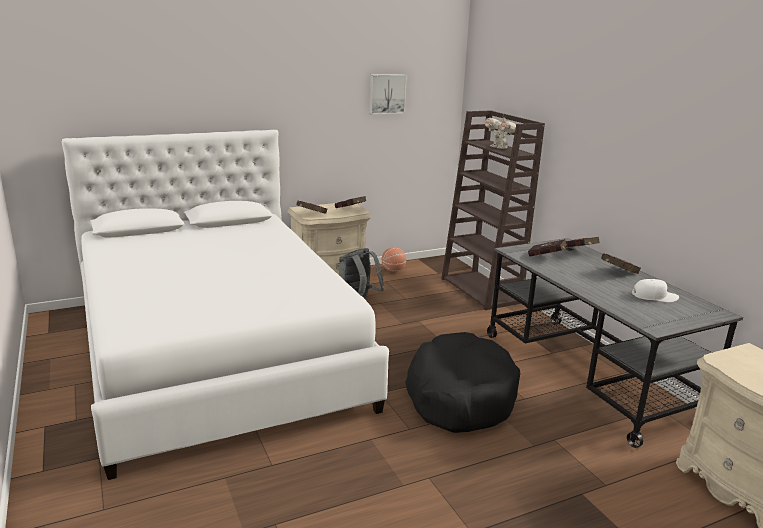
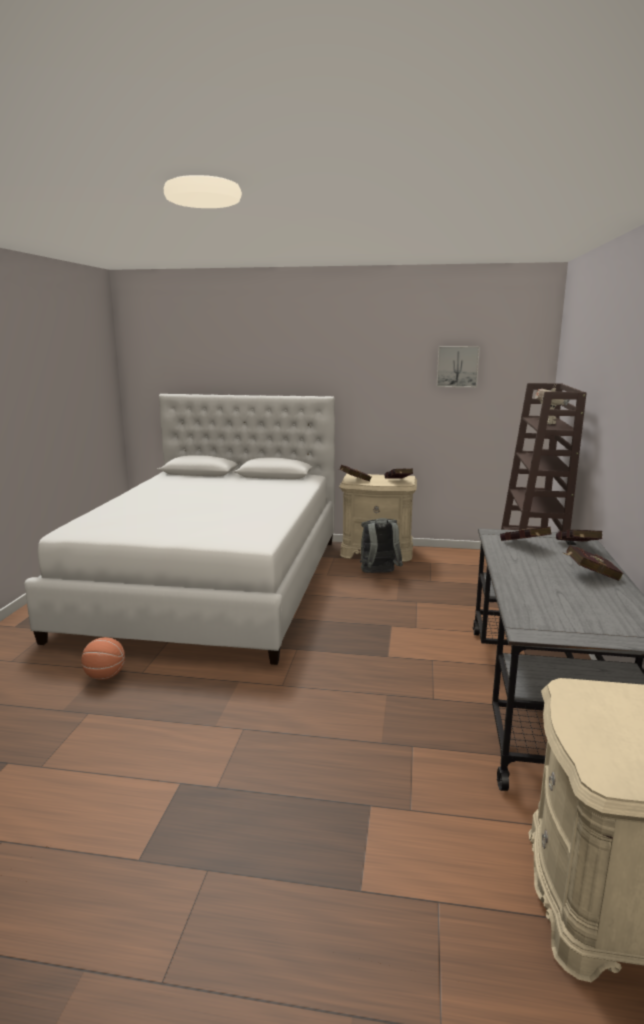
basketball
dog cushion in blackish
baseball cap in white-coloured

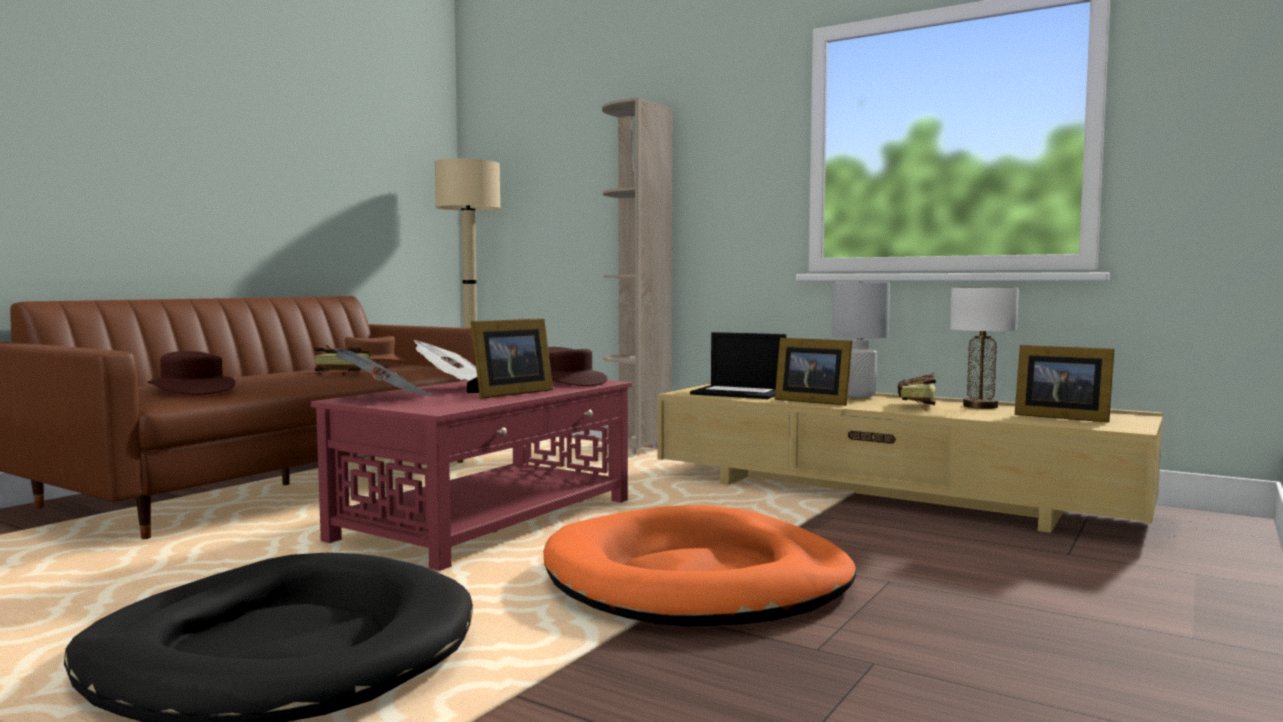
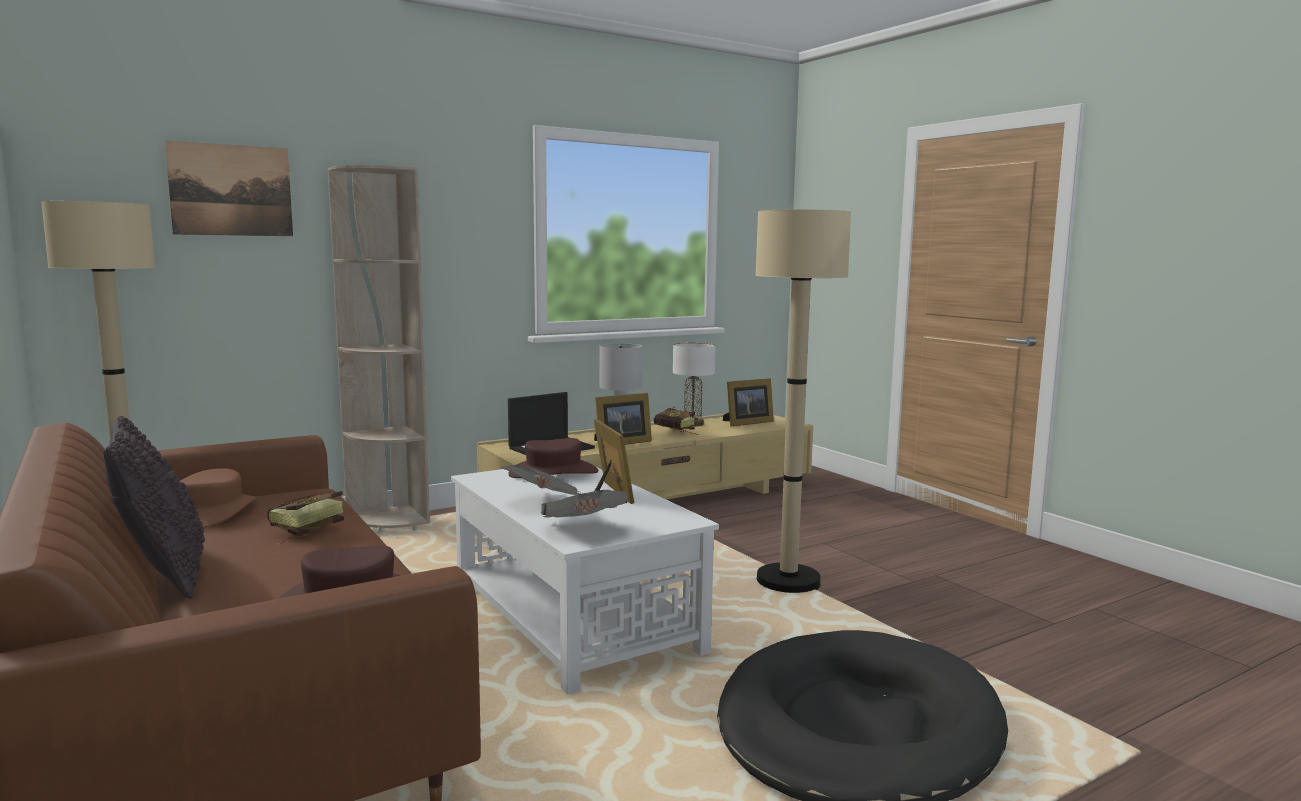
low table in white-coloured
floor lamp in beige-coloured (no. 2 from left)
pillow in blackish
wall art

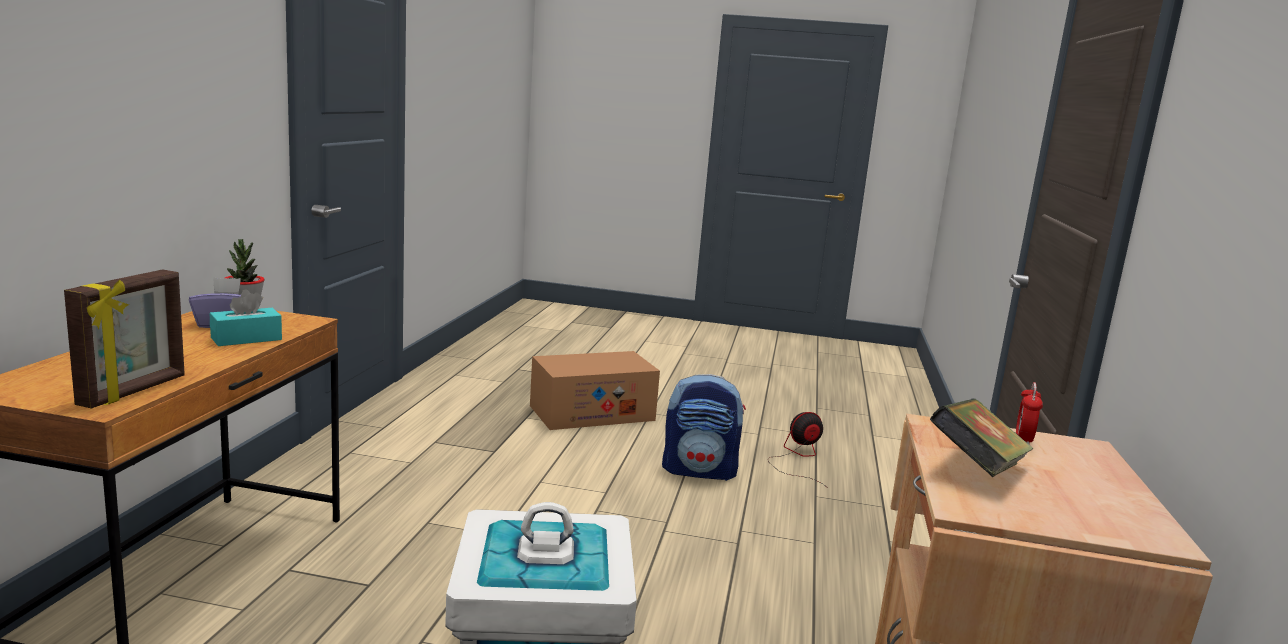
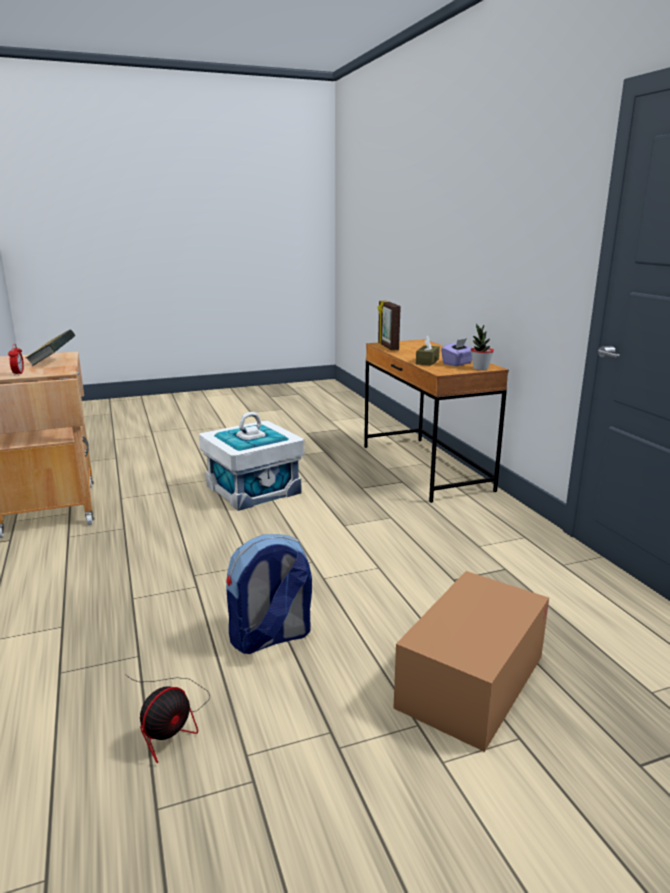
tissue holder in brownish

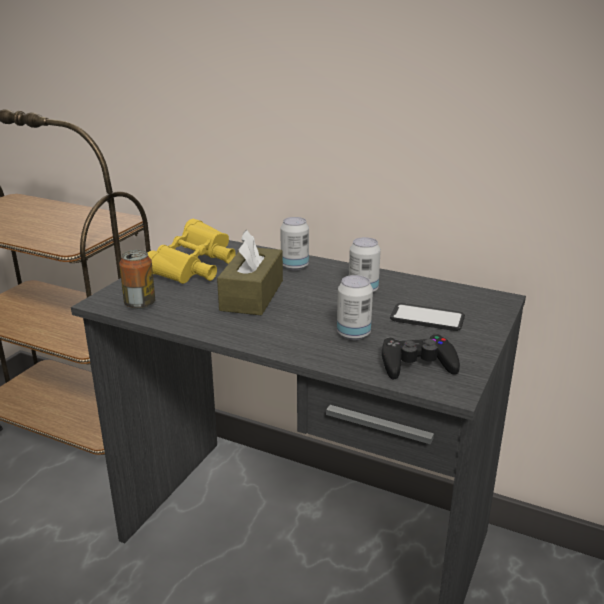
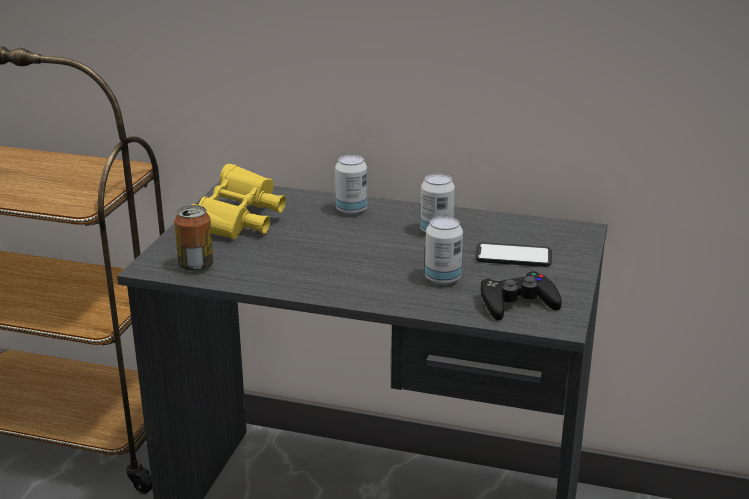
tissue holder in brownish

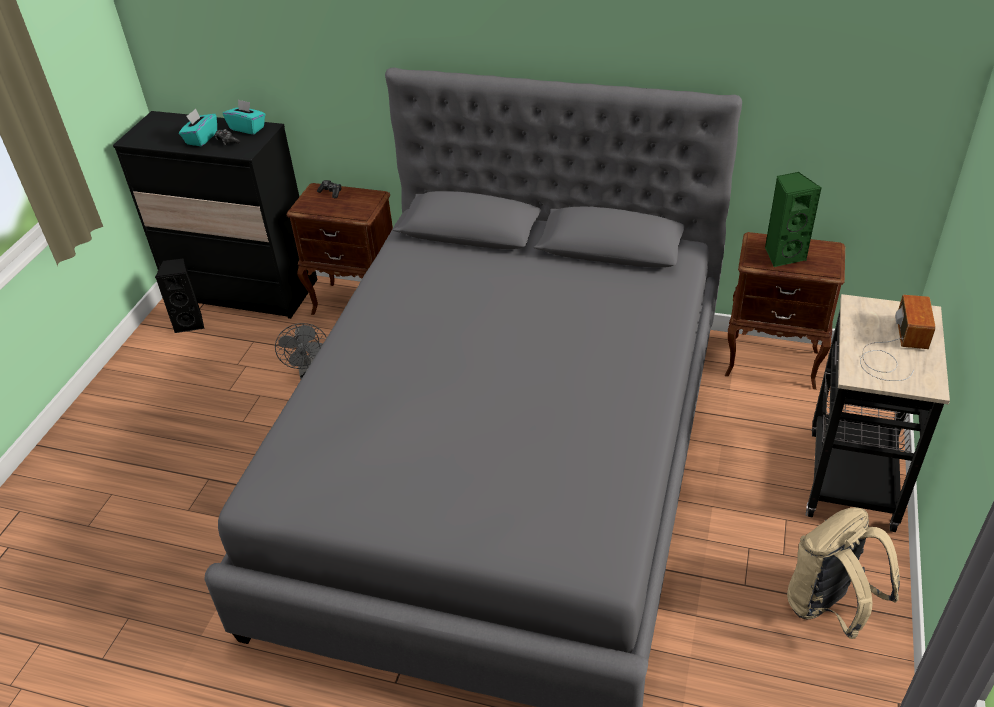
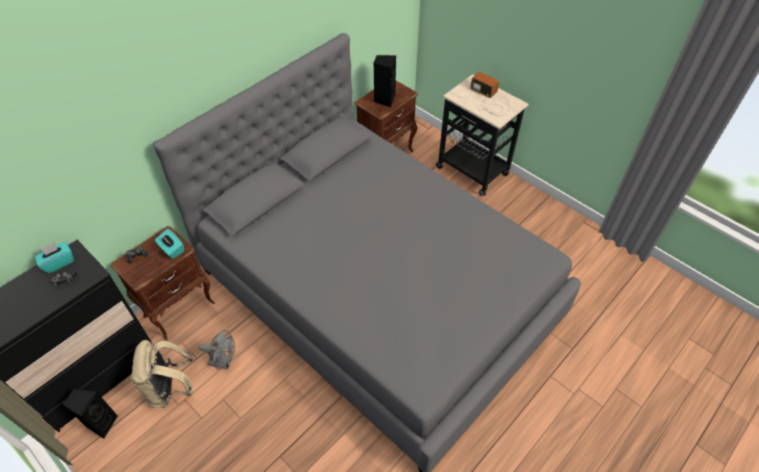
tissue holder in turquoise (no. 2 from left)
speaker in blackish (no. 2 from left)
backpack in beige-coloured

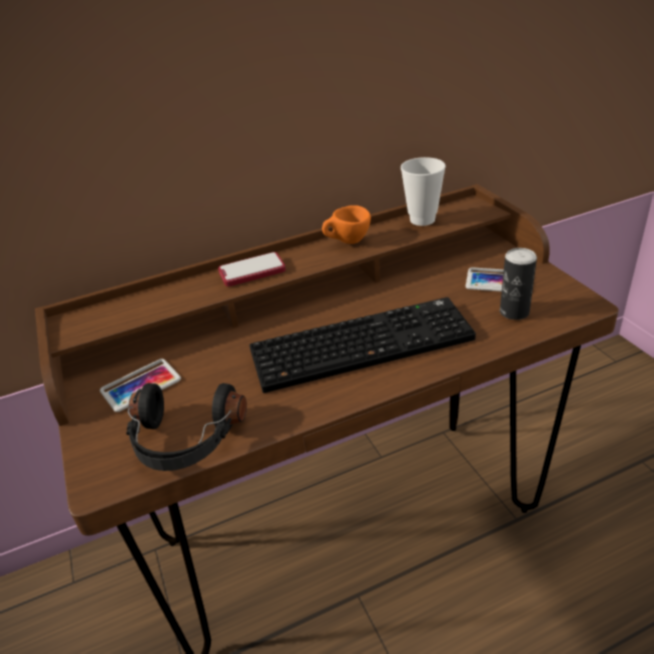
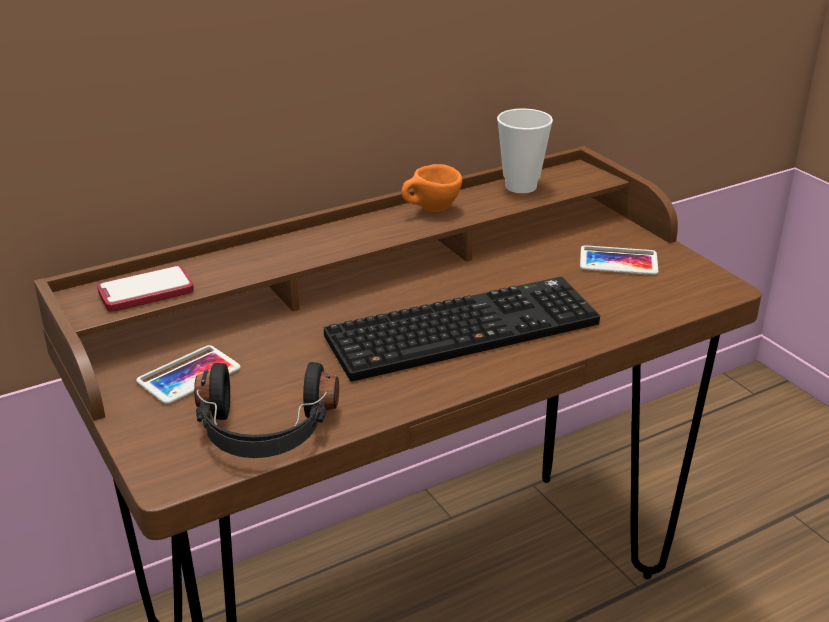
phone (no. 1 from left)
can

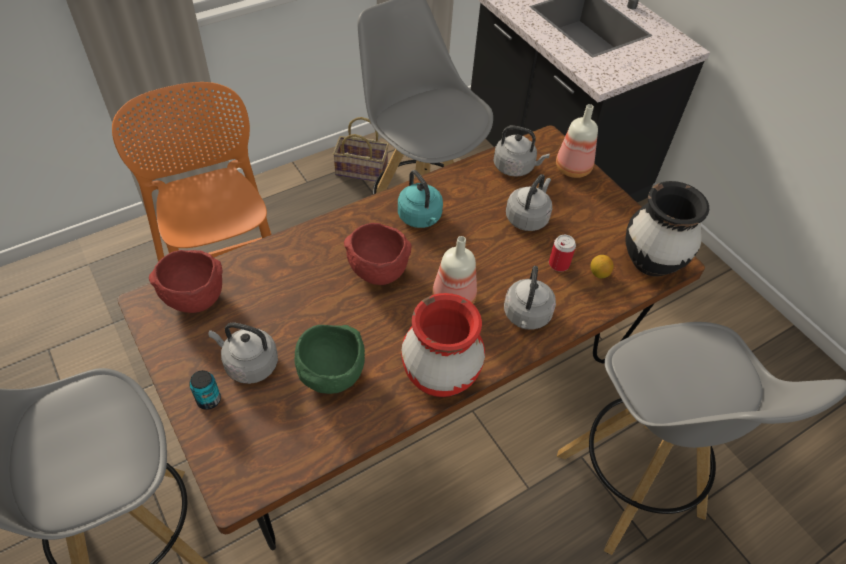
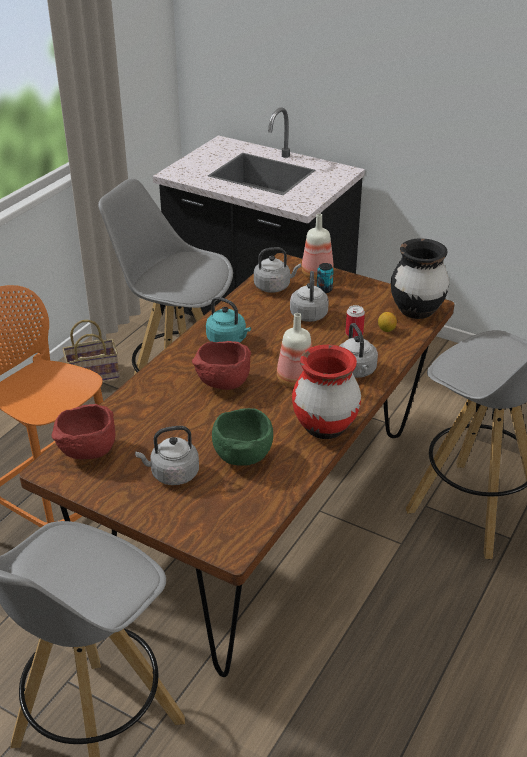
can (no. 1 from left)

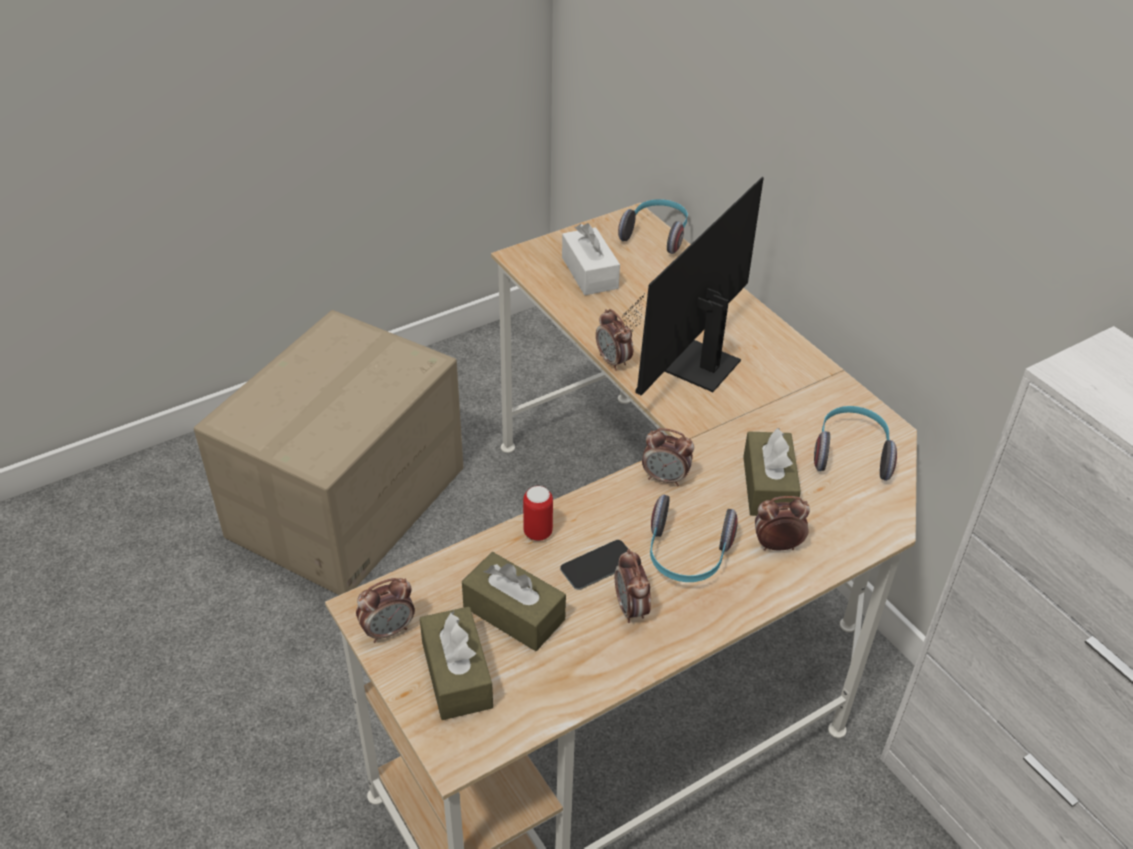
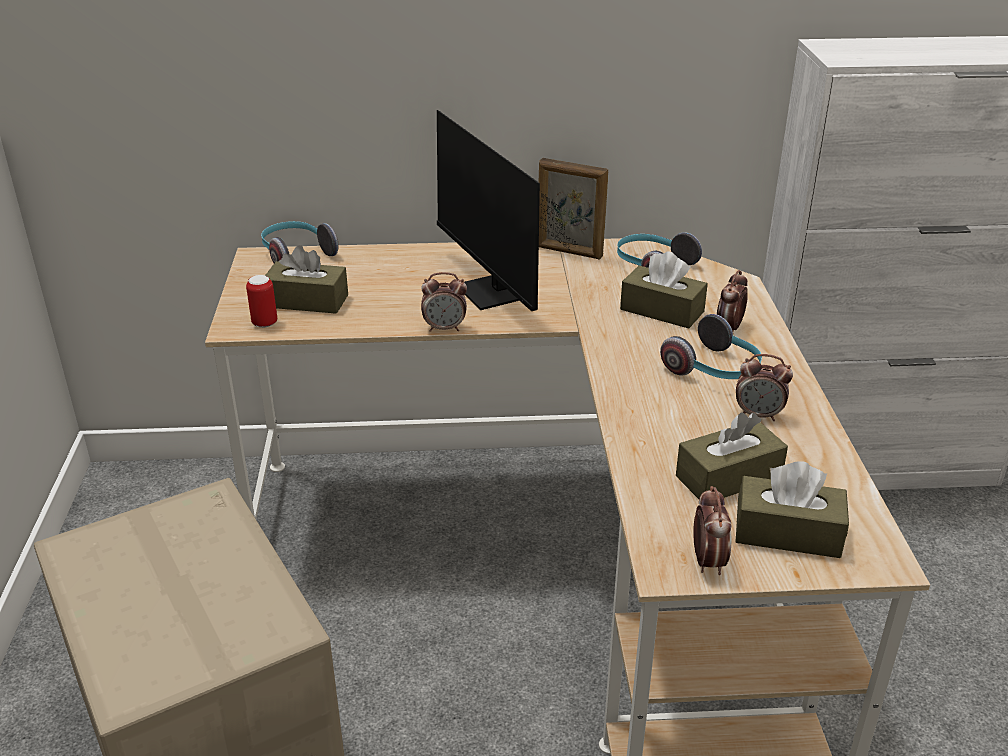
can
phone
tissue holder in brownish (no. 1 from left)
table clock (no. 4 from left in the first image)
standing frame

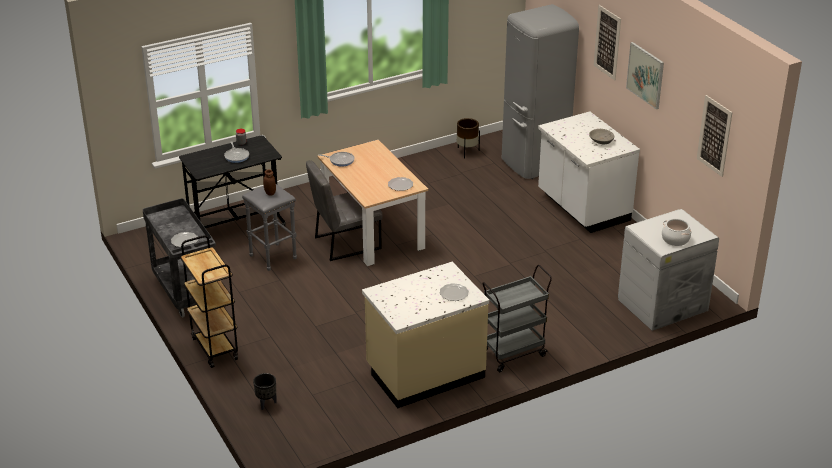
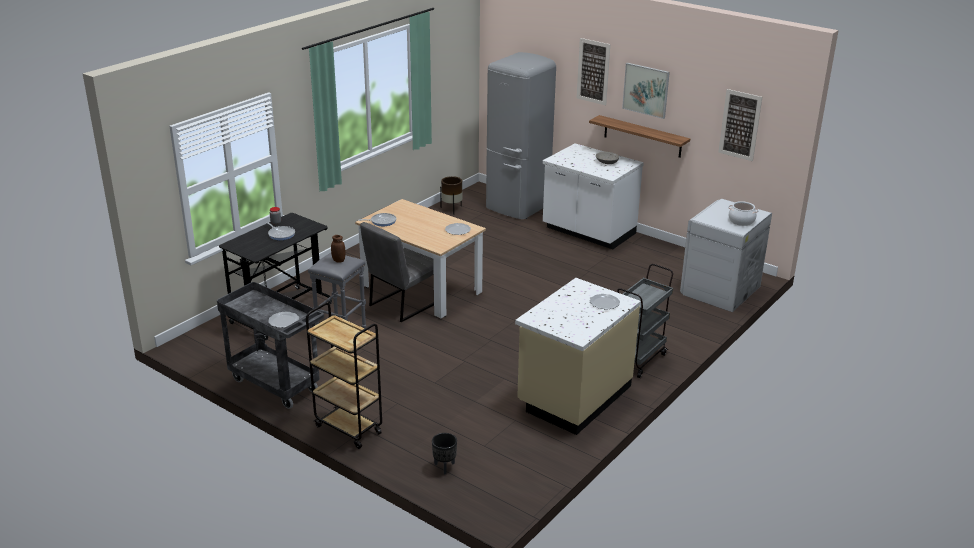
shelf

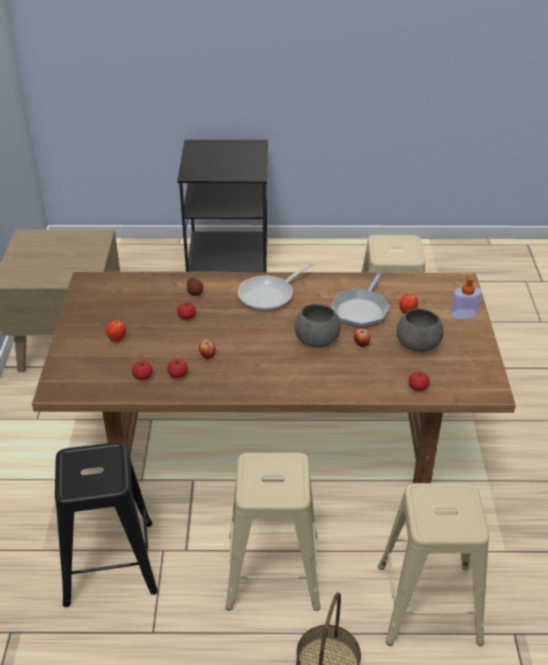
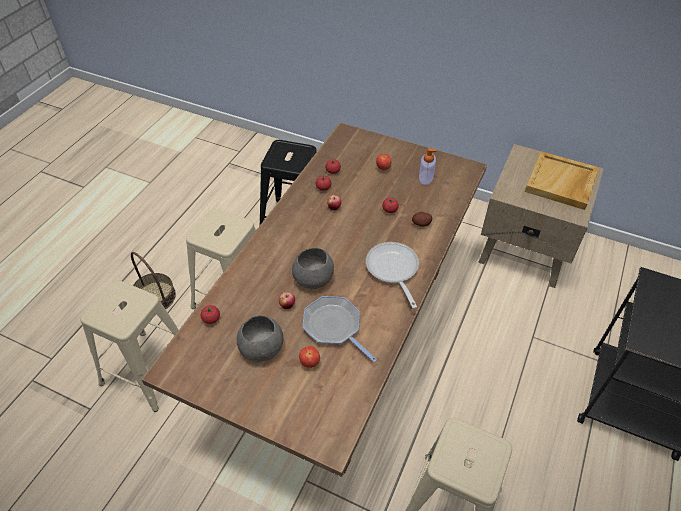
liquid soap bottle
carrying tray in beige-coloured

